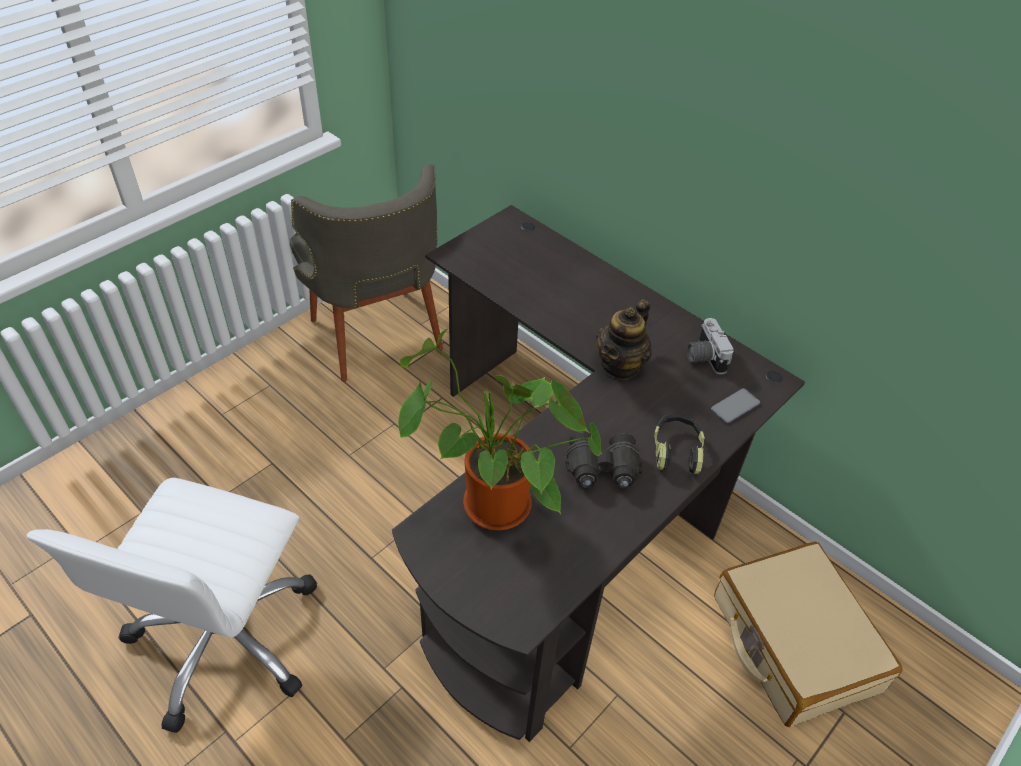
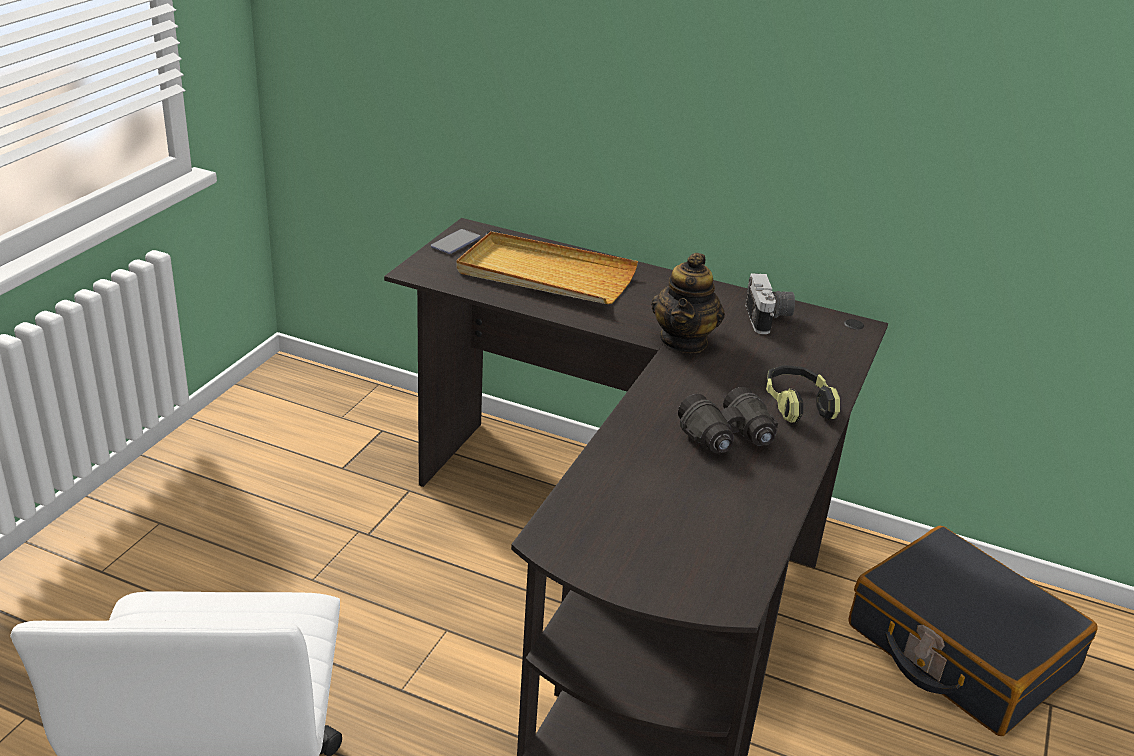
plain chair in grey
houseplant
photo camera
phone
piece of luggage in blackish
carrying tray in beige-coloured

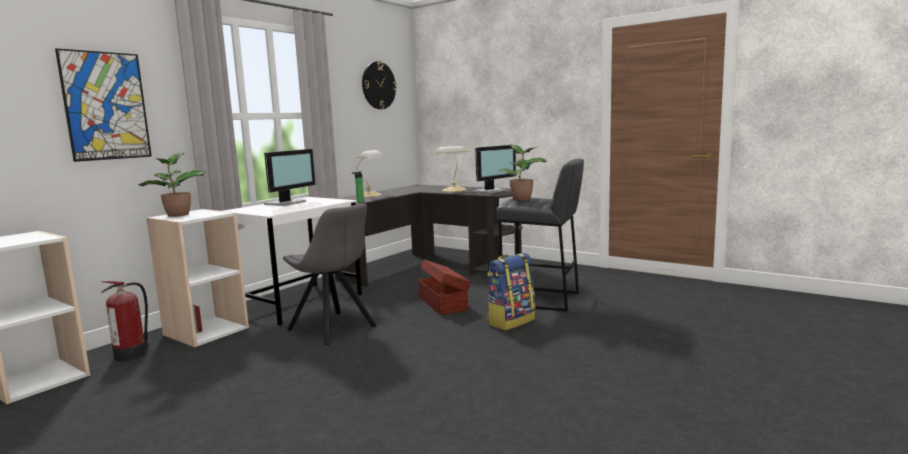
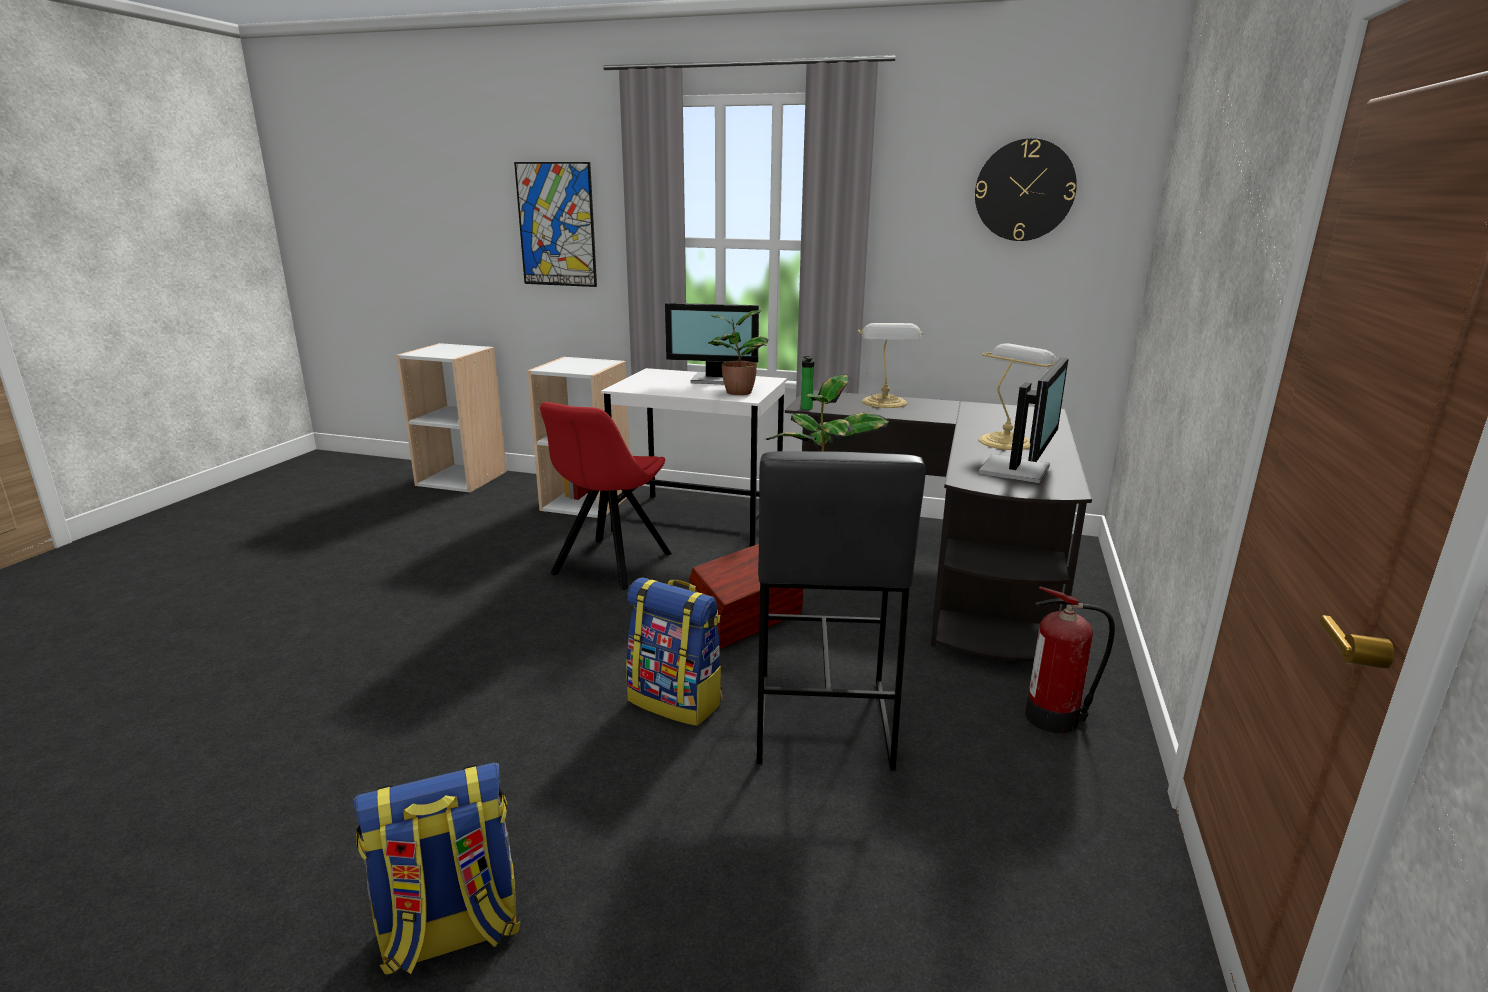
fire extinguisher
houseplant (no. 1 from left)
plain chair in red-coloured
computer screen (no. 2 from left)
backpack (no. 1 from left)

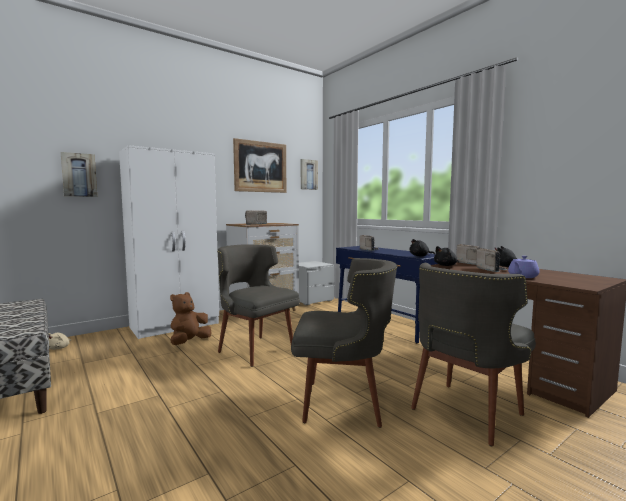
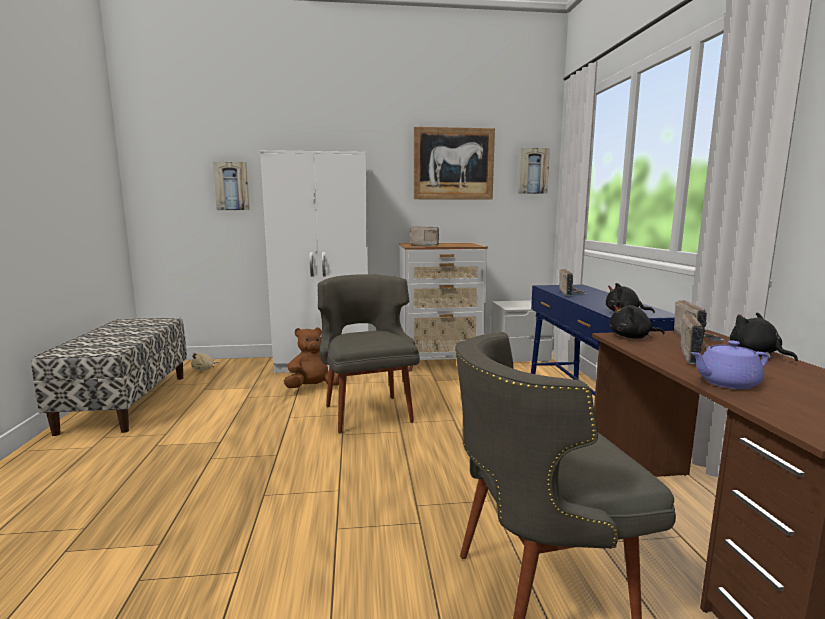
plain chair in grey (no. 2 from left in the first image)

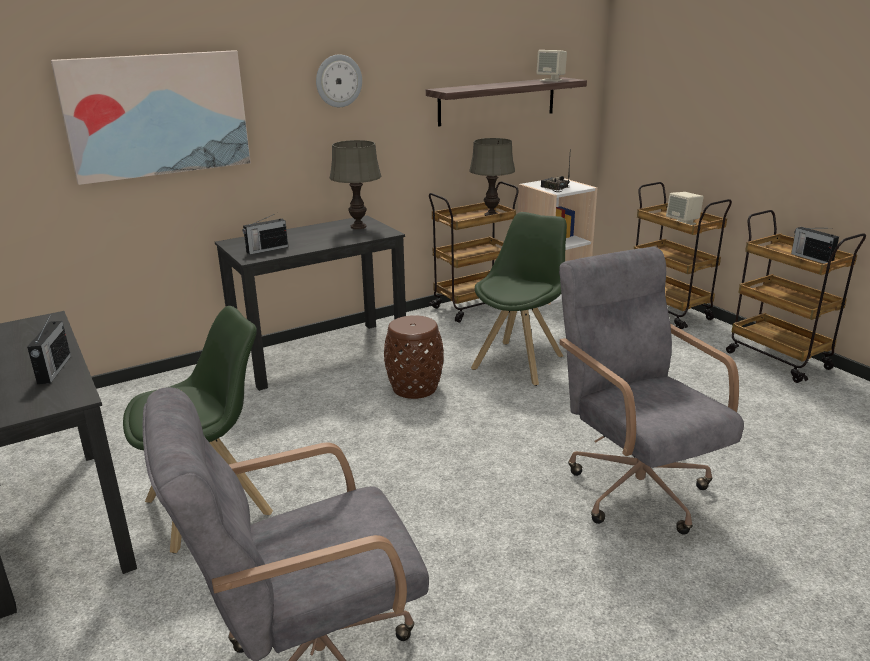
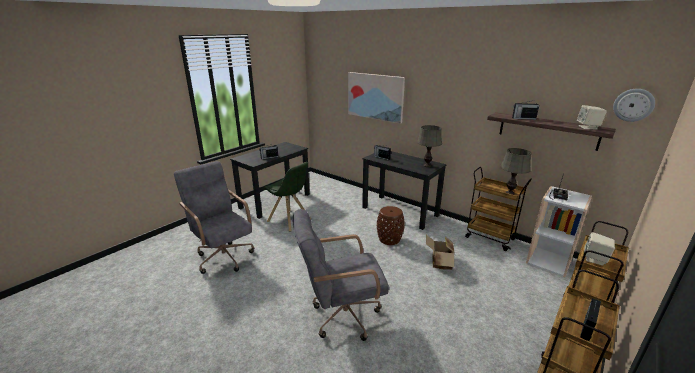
wall clock
carton
office chair in grey (no. 2 from left)
radio (no. 3 from left)

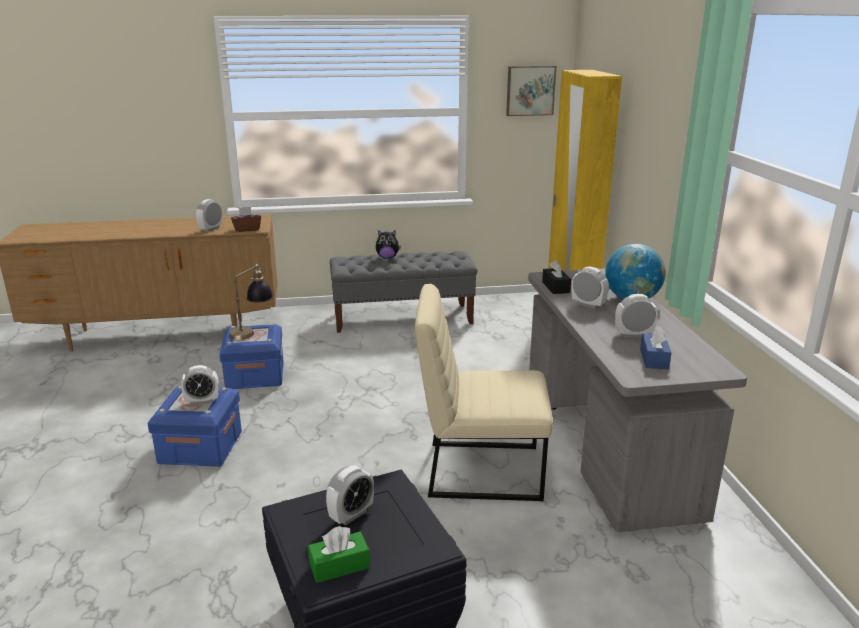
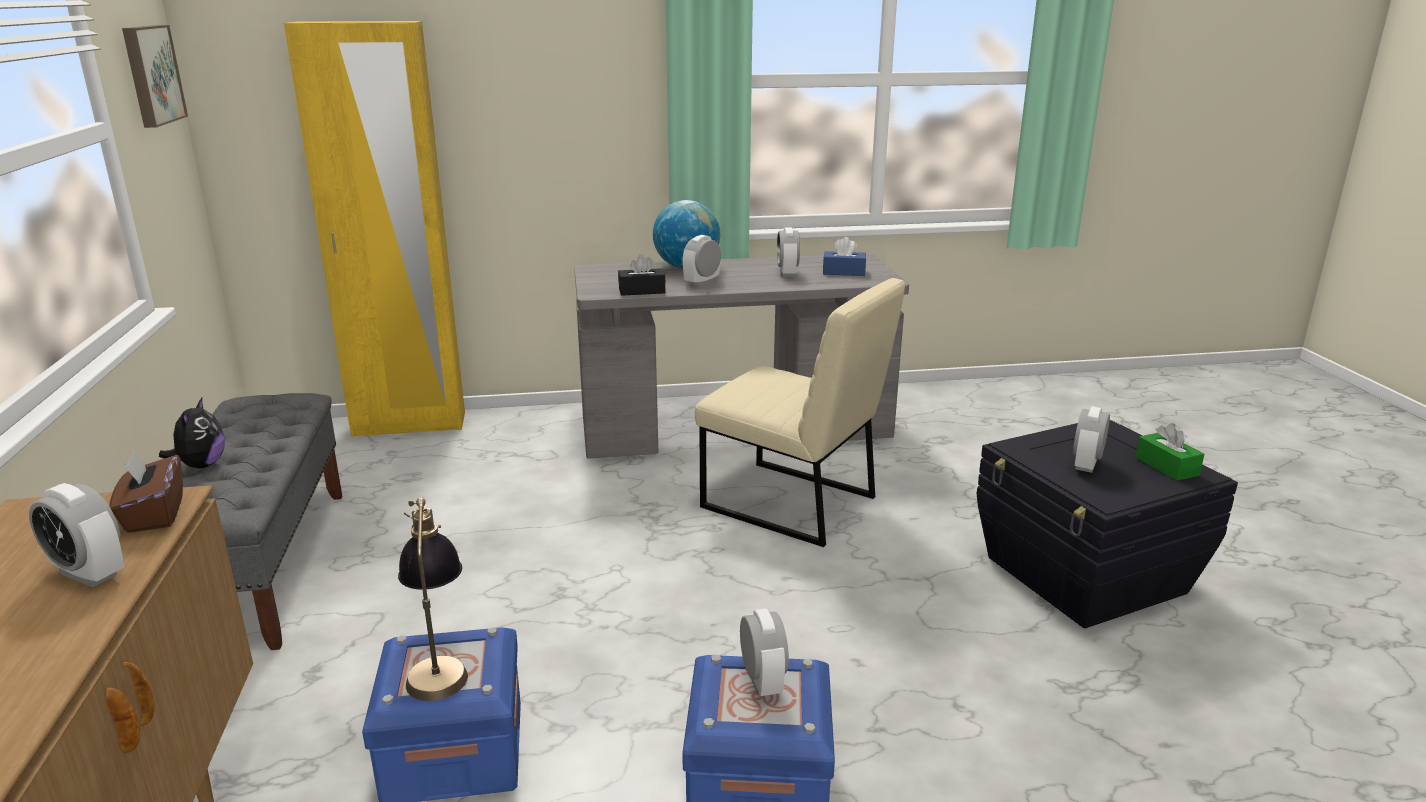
table clock (no. 5 from left)
plain chair in beige-coloured

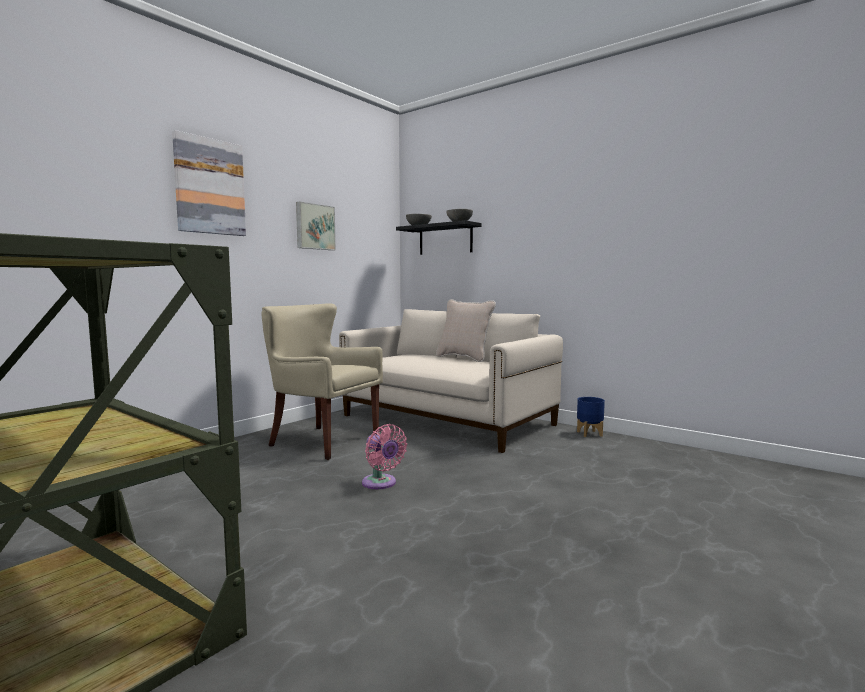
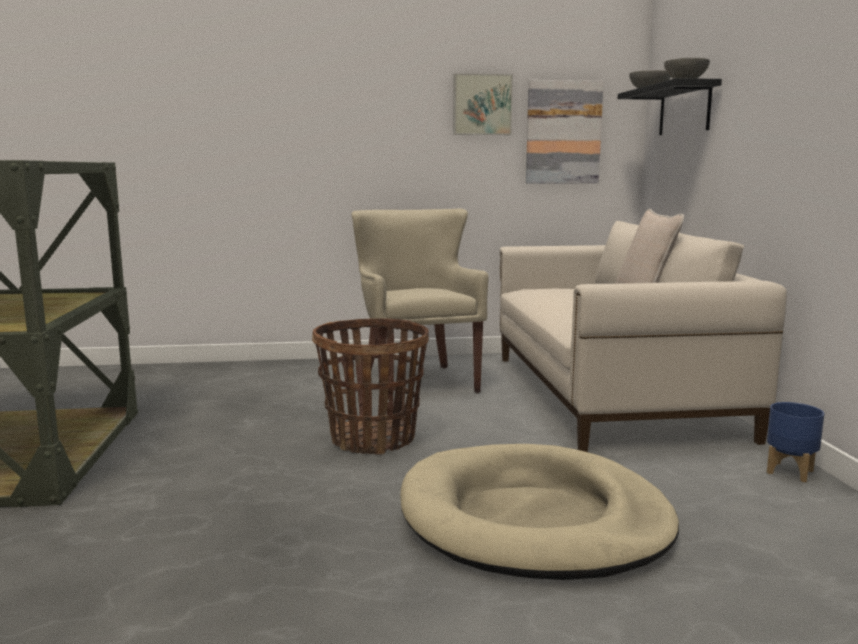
wall art (no. 2 from left)
household basket
dog cushion in beige-coloured

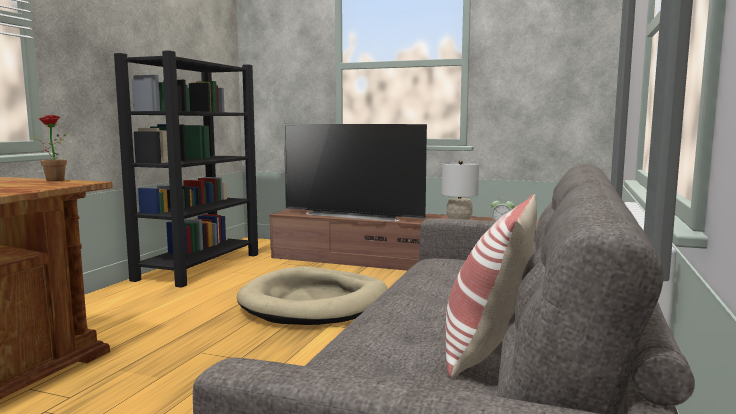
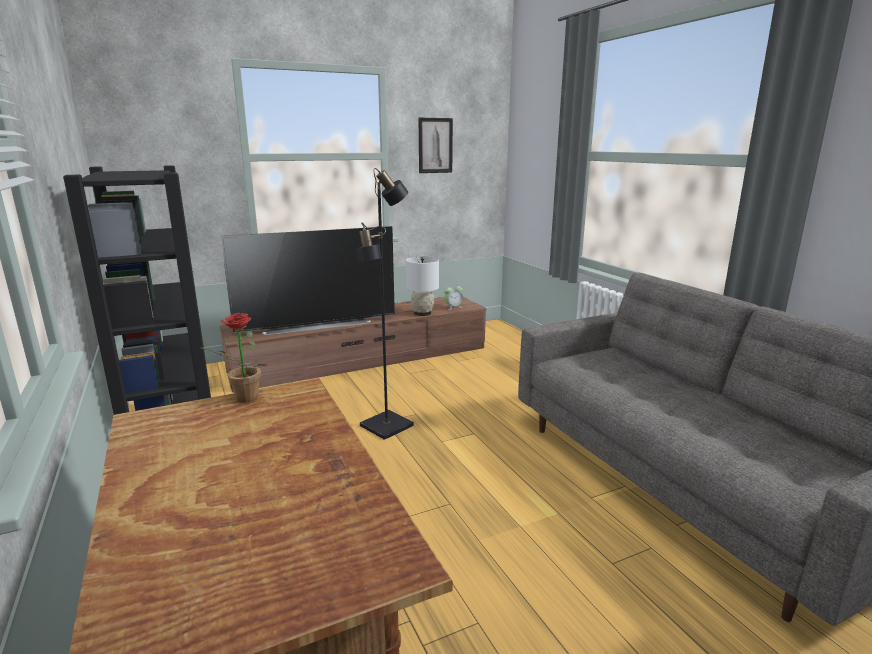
floor lamp in blackish
pillow
wall art

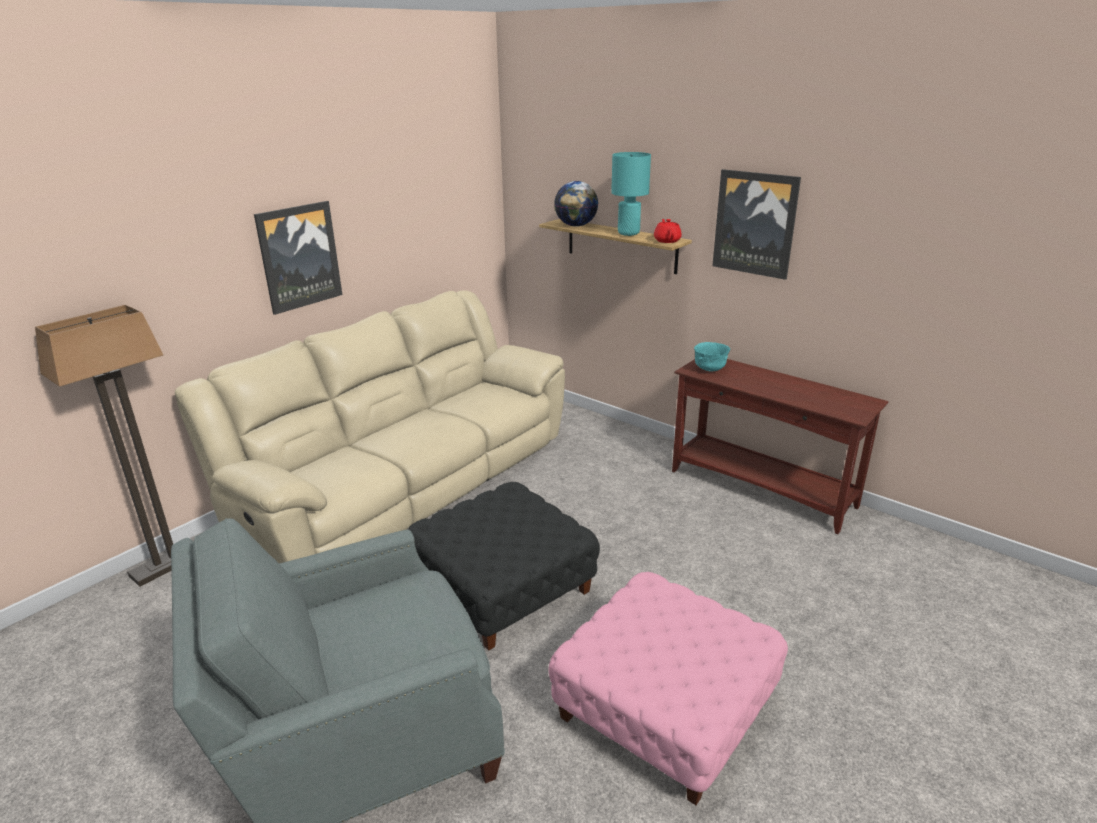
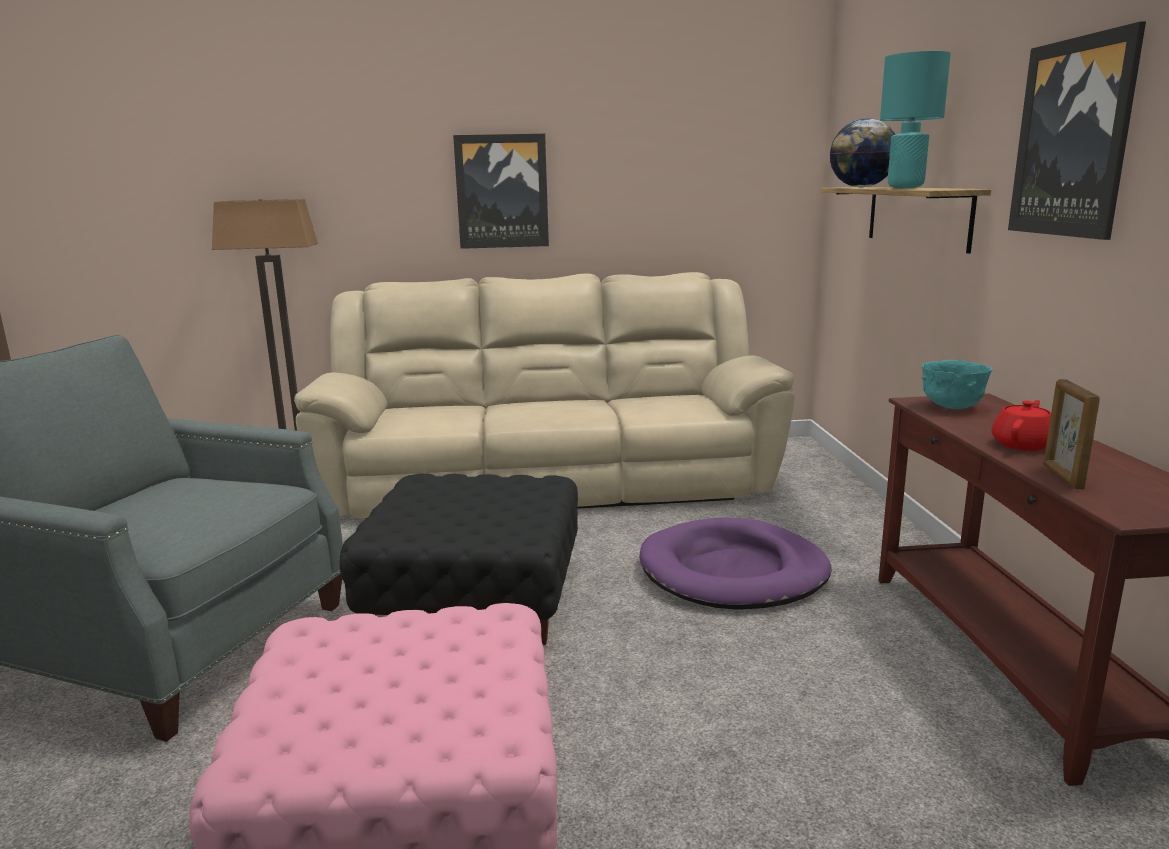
pot for tea in red-coloured
dog cushion in purple-coloured
standing frame

